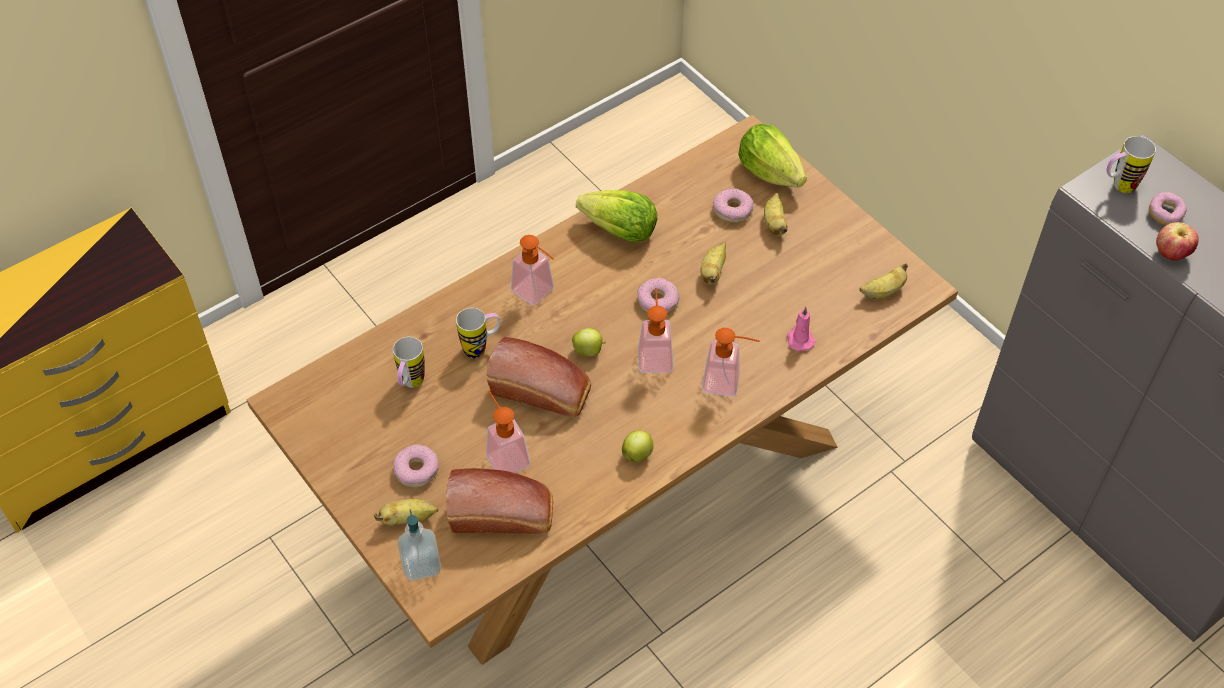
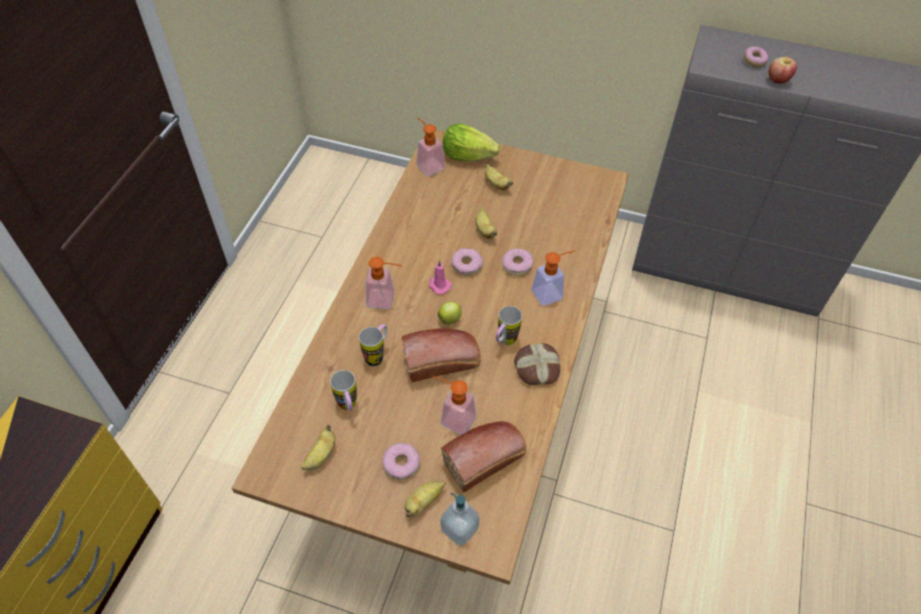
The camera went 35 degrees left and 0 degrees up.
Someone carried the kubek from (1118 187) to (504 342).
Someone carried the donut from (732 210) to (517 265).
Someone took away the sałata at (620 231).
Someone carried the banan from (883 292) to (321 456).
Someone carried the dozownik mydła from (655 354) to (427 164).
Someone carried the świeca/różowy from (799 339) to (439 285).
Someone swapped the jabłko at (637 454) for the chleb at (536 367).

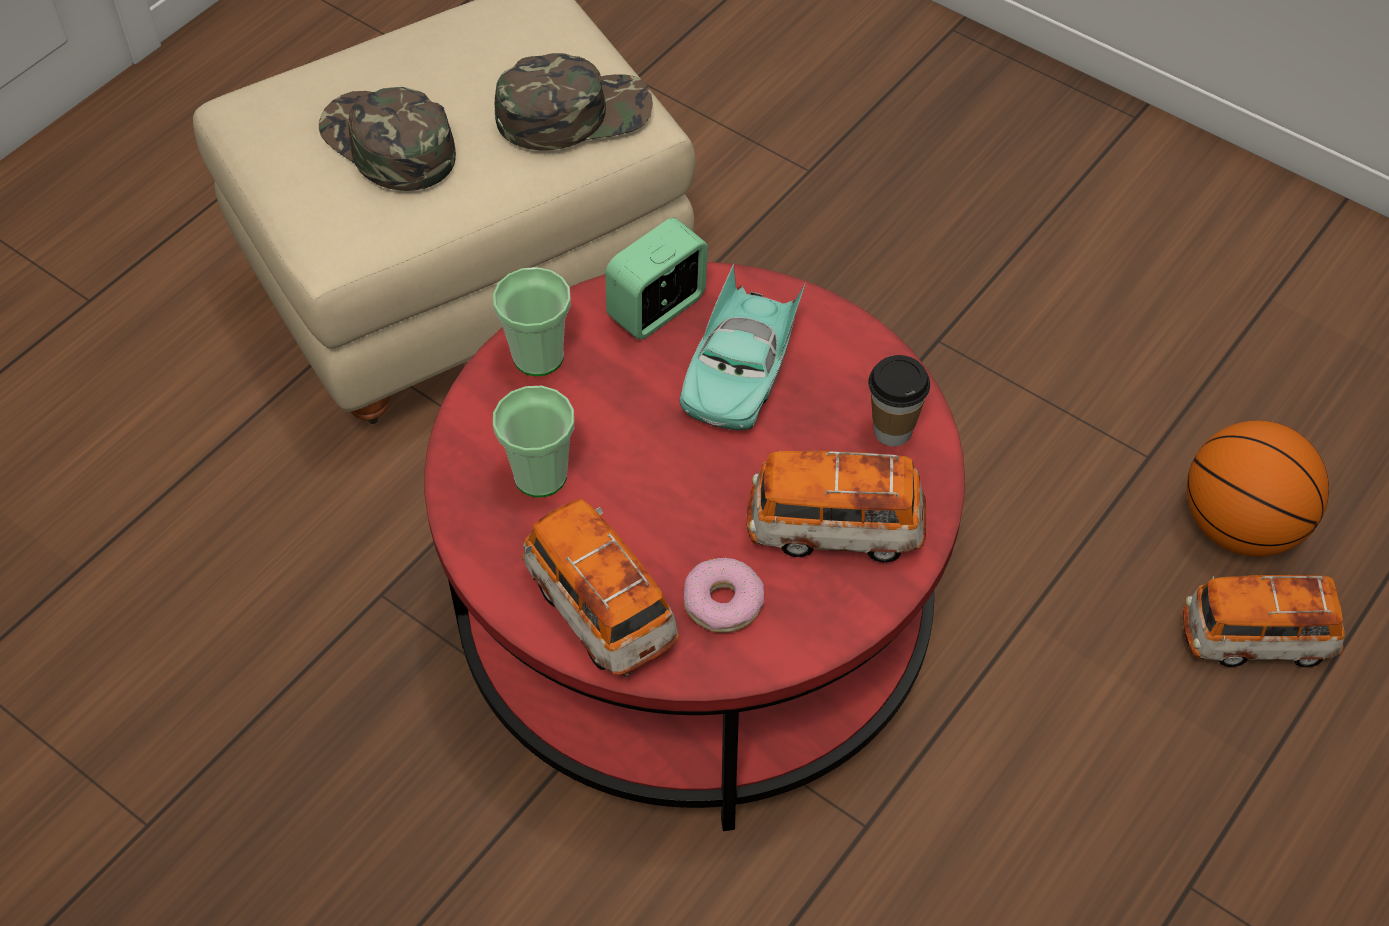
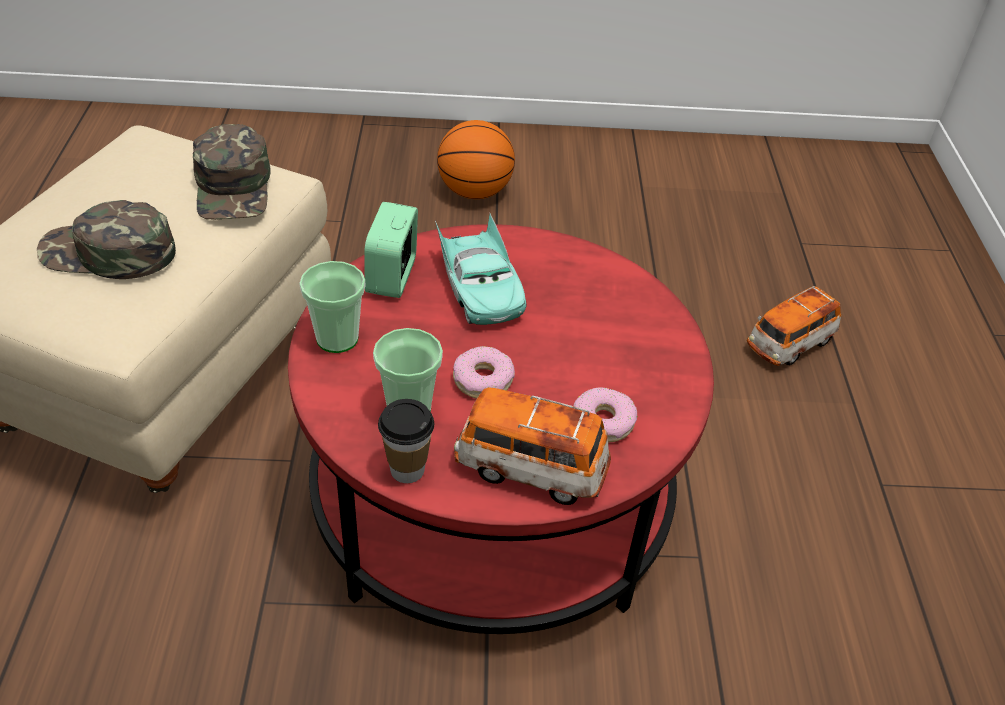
The camera went 40 degrees left and 10 degrees down.
Someone rotated the czapka z daszkiem/zielony at (573 112) by 135 degrees clockwise.
Someone carried the filiżanka from (892 431) to (407 470).
Someone carried the piłka do koszykówki from (1240 526) to (474 192).
Someone took away the samochodzik at (834 528).
Someone put down the donut at (482 380).

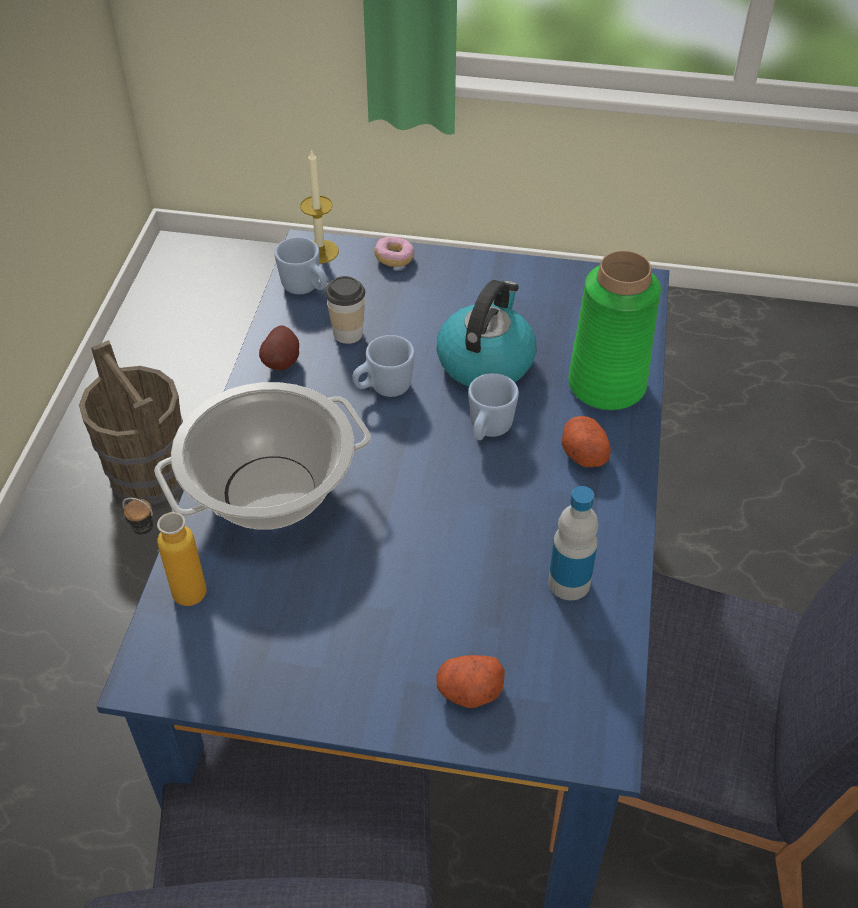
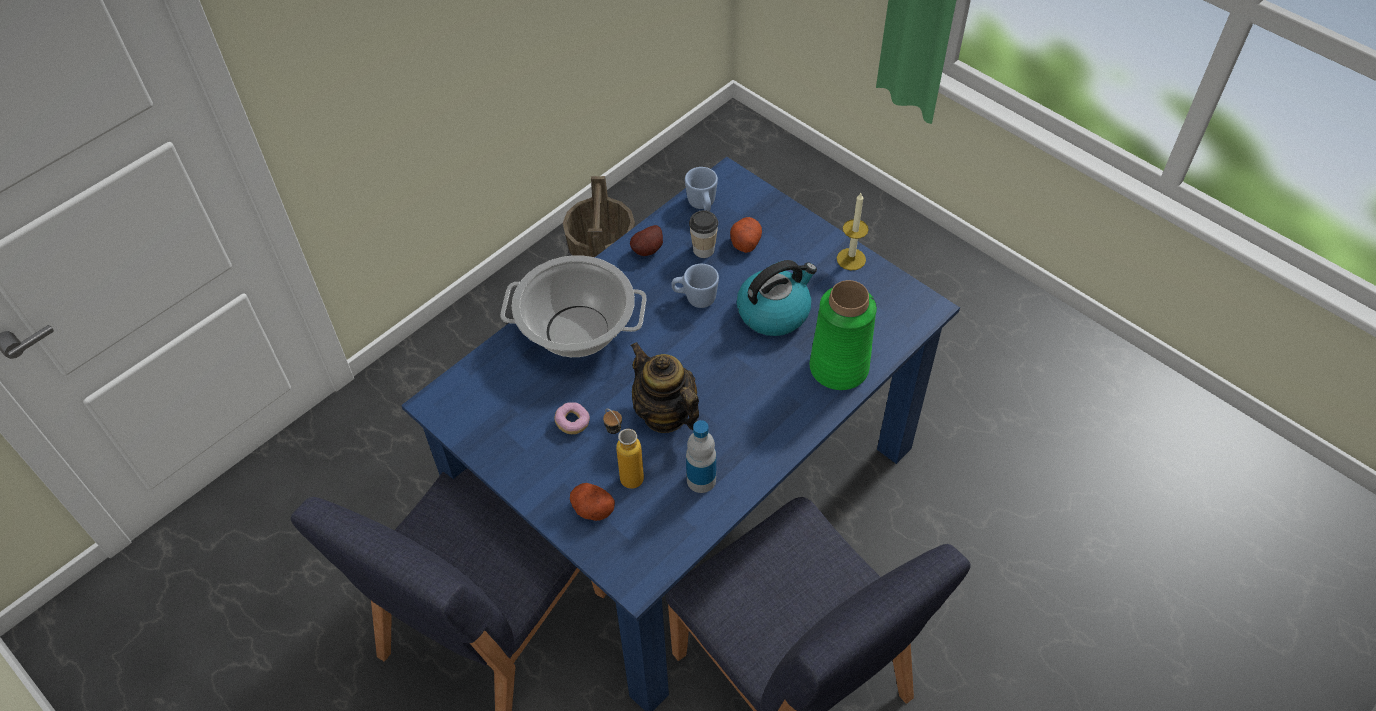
The camera went 35 degrees right and 5 degrees up.
Someone carried the świeca from (320 251) to (851 259).
Someone carried the donut from (394 259) to (572 423).
Someone took away the kubek/niebieski at (488 430).
Someone carried the ziemniak from (583 452) to (745 241).
Someone carried the butelka from (176 590) to (625 473).
Someone put down the imbryk at (665 414).

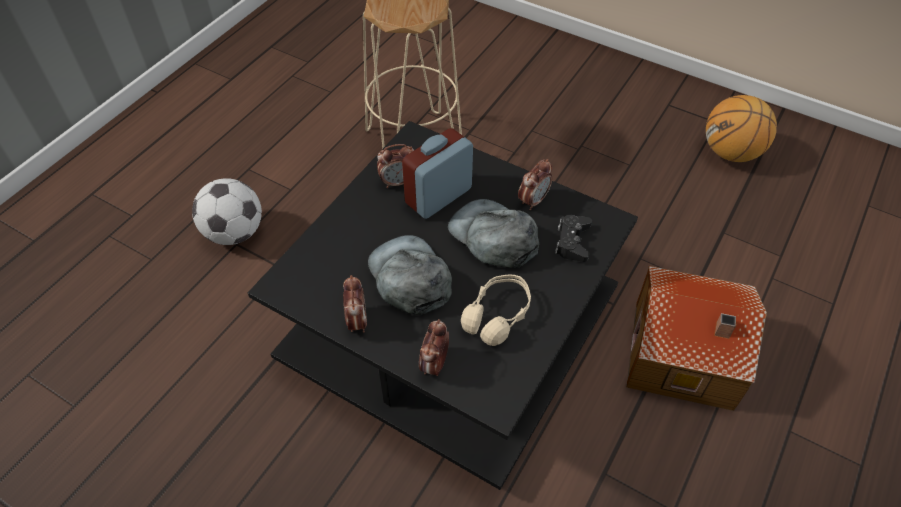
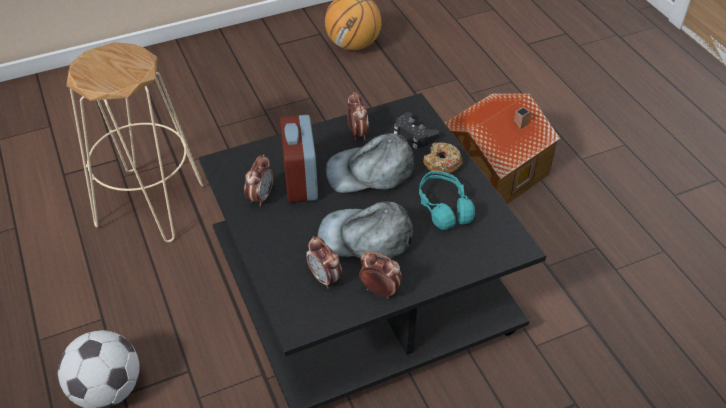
The camera went 55 degrees left and 5 degrees down.
Someone repainted the słuchawki/beżowy at (497 315), which became the słuchawki/turkusowy at (443 207).
Someone carried the budzik from (434 364) to (325 278).
Someone put down the donut at (442 163).

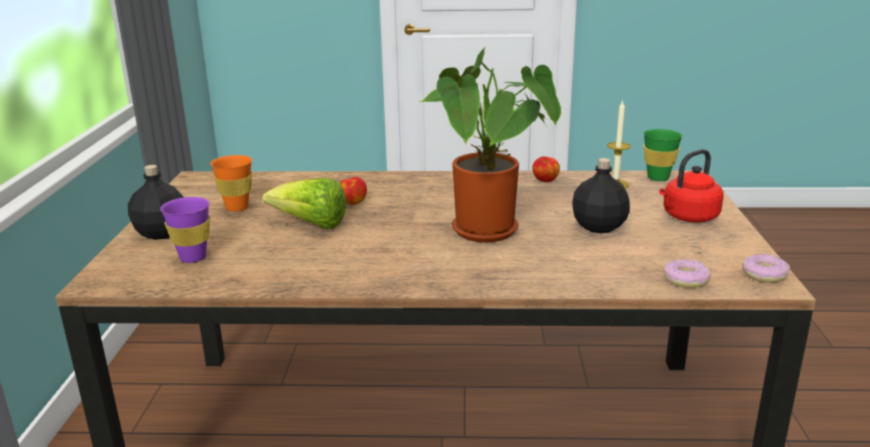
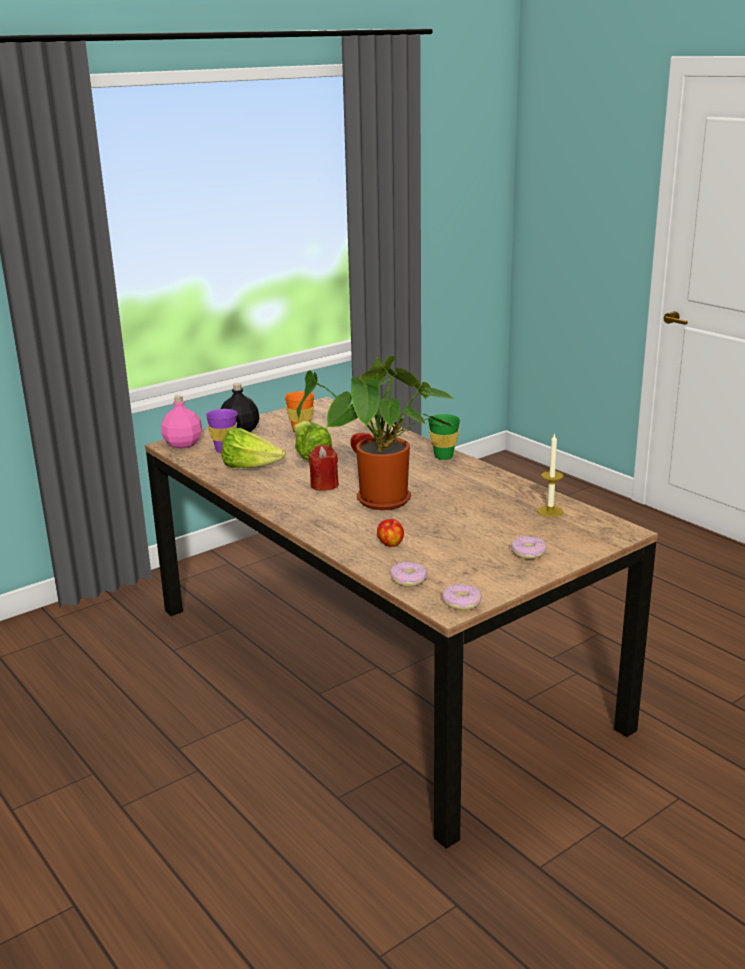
The camera went 50 degrees right and 0 degrees up.
Someone carried the filiżanka/zielony from (658 178) to (443 456).
Someone swapped the czajnik/czerwony at (688 217) for the donut at (528 553).
Someone carried the jabłko from (545 181) to (390 544).
Someone took away the butelka/czarny at (599 227).
Someone put down the butelka/różowy at (183 444).
Someone put down the sałata at (250 467).
Someone put down the świeca/czerwony at (324 485).

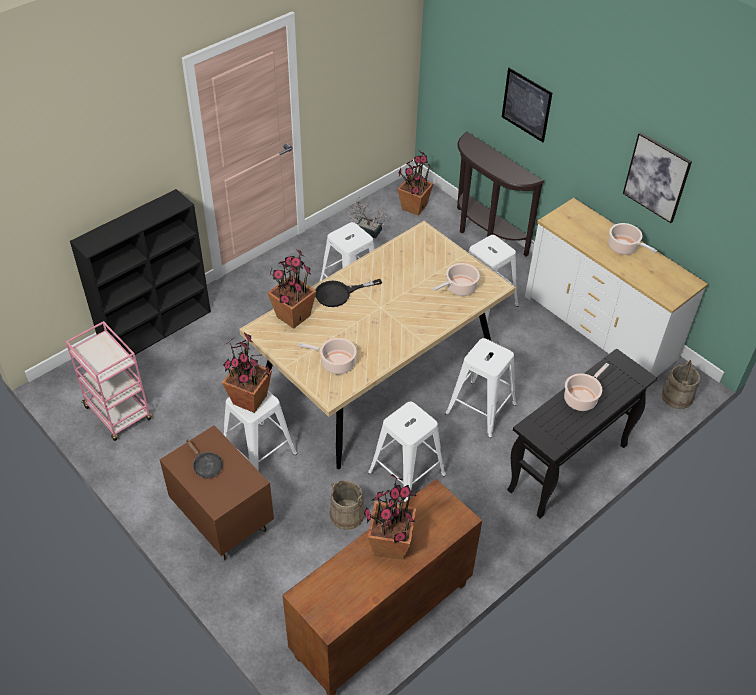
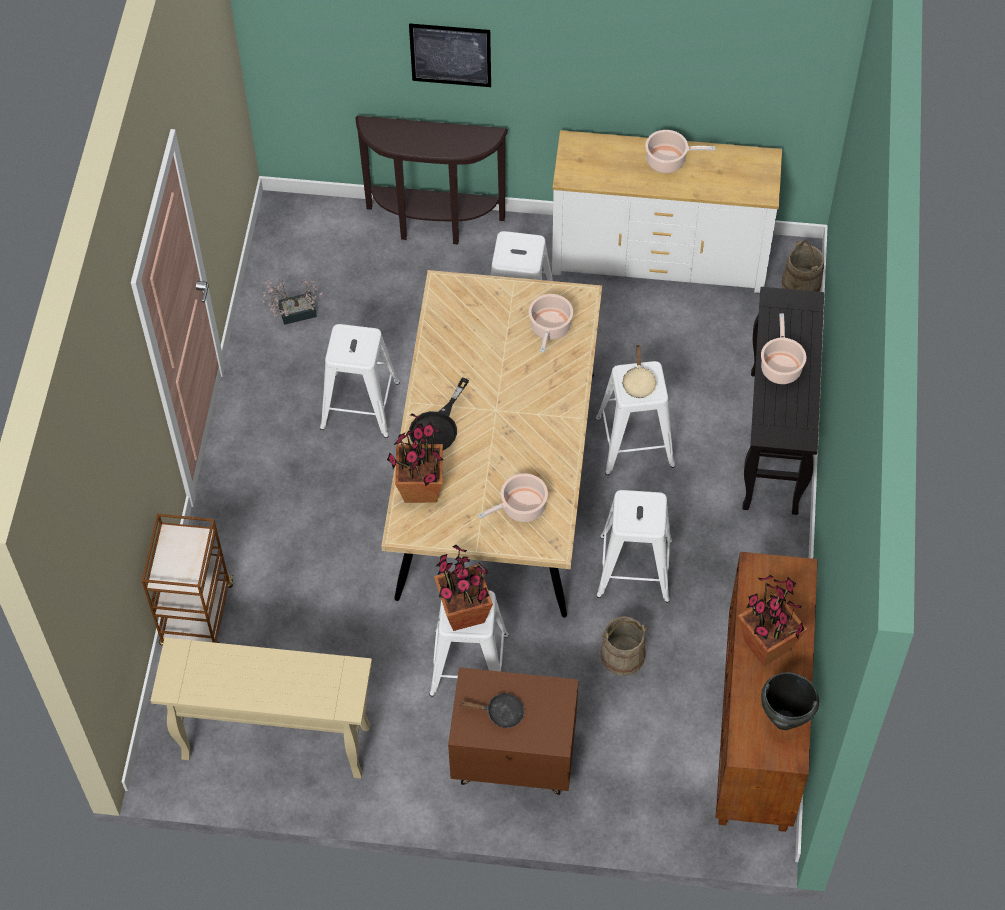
The camera went 40 degrees left and 10 degrees up.
Someone took away the obraz at (657 177).
Someone took away the roślina doniczkowa at (414 207).
Someone swapped the regał/czarny at (157 329) for the wózek/brązowy at (197 616).
Someone swapped the wózek/różowy at (119 414) for the stolik konsolowy/beżowy at (274 743).
Someone put down the patelnia/beżowy at (638 382).
Someone put down the garnek/czarny at (784 719).

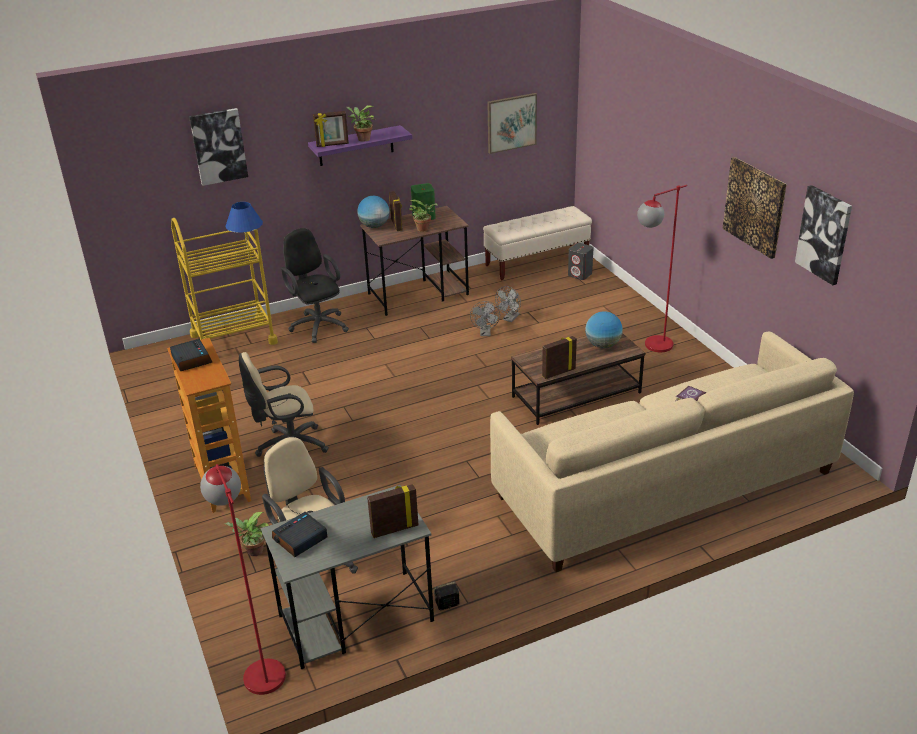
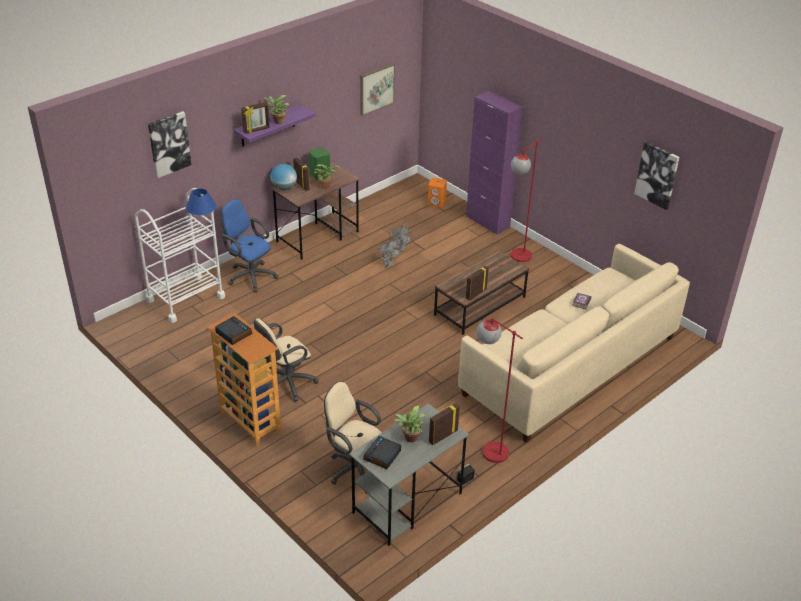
The camera went 20 degrees left and 5 degrees up.
Someone took away the obraz at (754 207).
Someone took away the ławka/beżowy at (537 262).
Someone repainted the wózek/żółty at (233 339), which became the wózek/biały at (185 298).
Someone repainted the krzesło biurowe/czarny at (317 325), which became the krzesło biurowe/niebieski at (250 276).
Someone repainted the głośnik/szary at (580 274), which became the głośnik/pomarańczowy at (437 202).
Someone took away the globus at (602 345).
Someone carried the lampa stojąca/czerwony from (260 667) to (488 447).
Someone carried the roślina doniczkowa from (253 552) to (410 439).
Someone put down the szafka/fioletowy at (487 222).

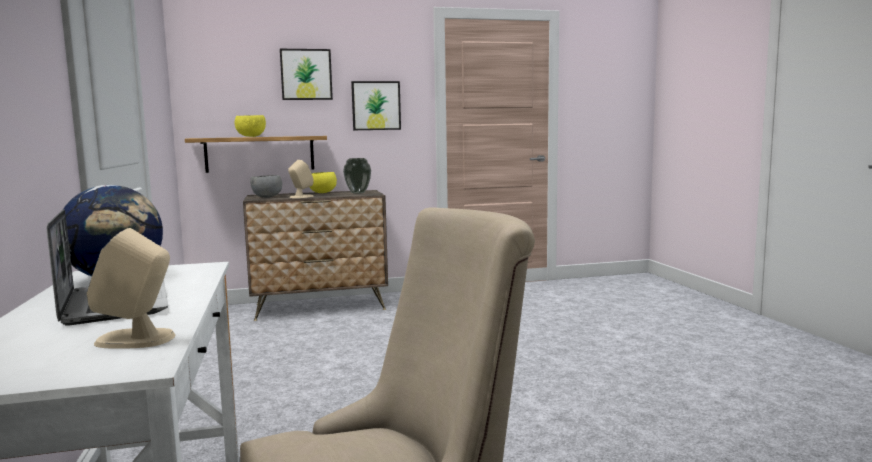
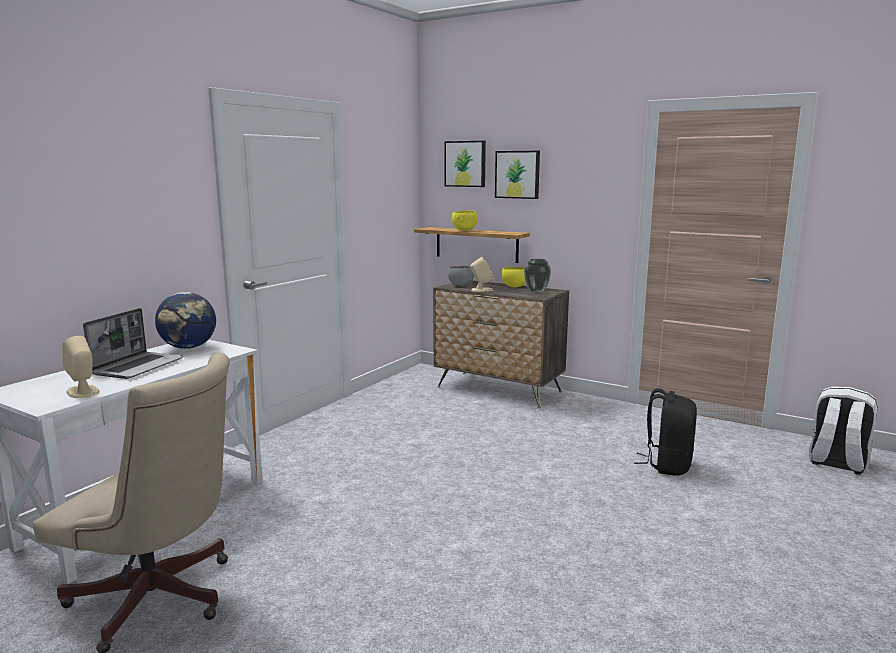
The camera went 45 degrees right and 5 degrees up.
Someone carried the obraz from (376 106) to (465 164).
Someone put down the plecak/biały at (836 463).
Someone put down the plecak/czarny at (667 465).

